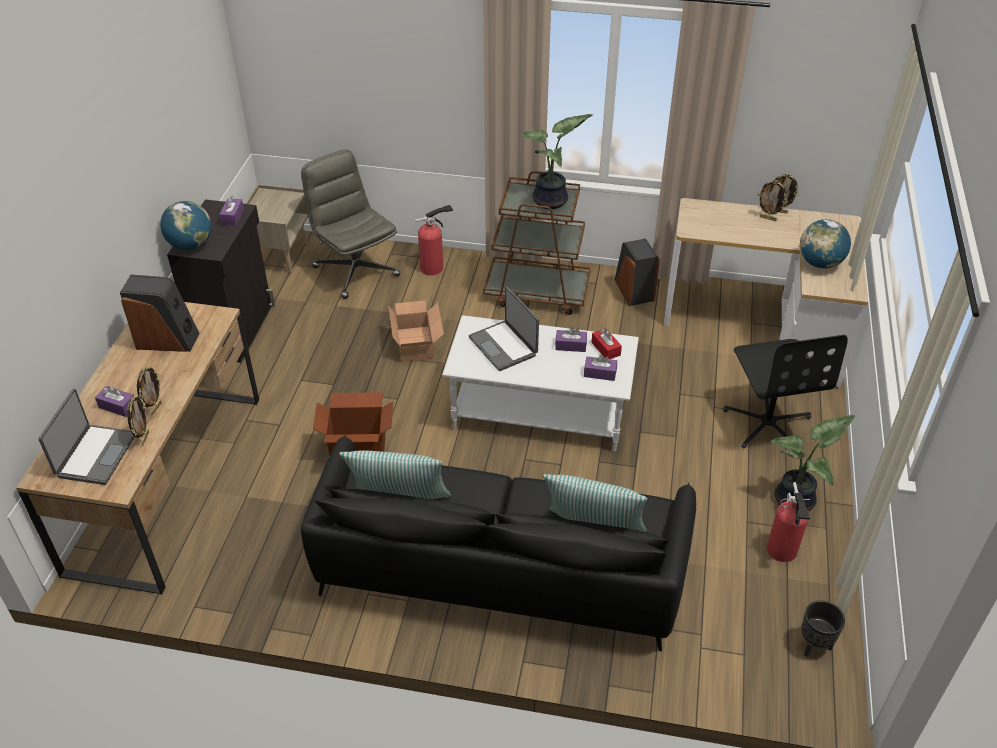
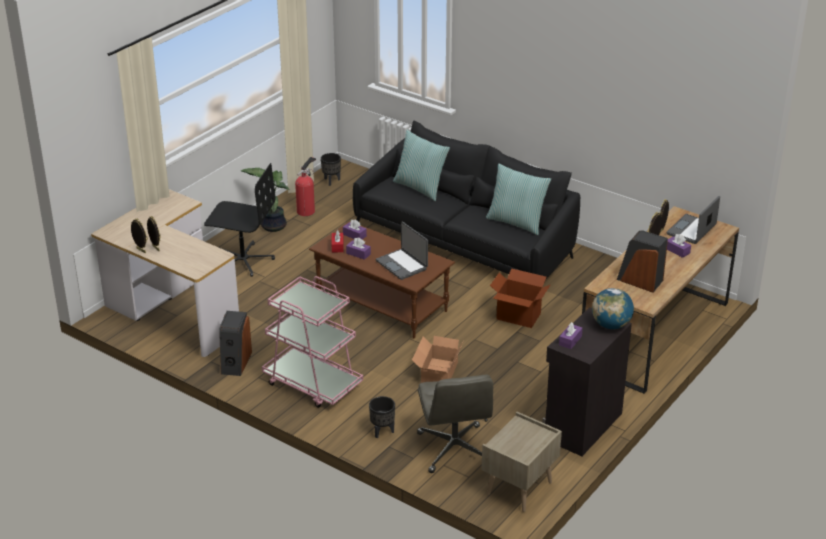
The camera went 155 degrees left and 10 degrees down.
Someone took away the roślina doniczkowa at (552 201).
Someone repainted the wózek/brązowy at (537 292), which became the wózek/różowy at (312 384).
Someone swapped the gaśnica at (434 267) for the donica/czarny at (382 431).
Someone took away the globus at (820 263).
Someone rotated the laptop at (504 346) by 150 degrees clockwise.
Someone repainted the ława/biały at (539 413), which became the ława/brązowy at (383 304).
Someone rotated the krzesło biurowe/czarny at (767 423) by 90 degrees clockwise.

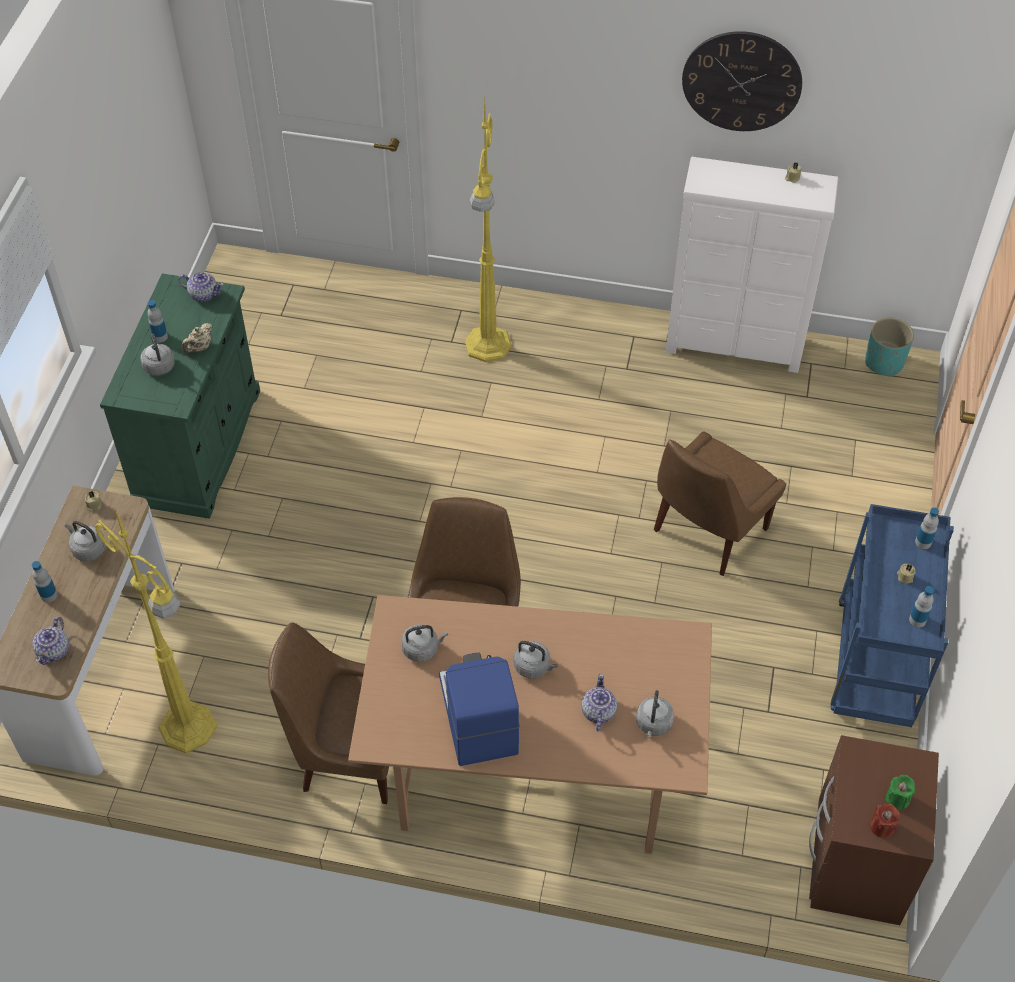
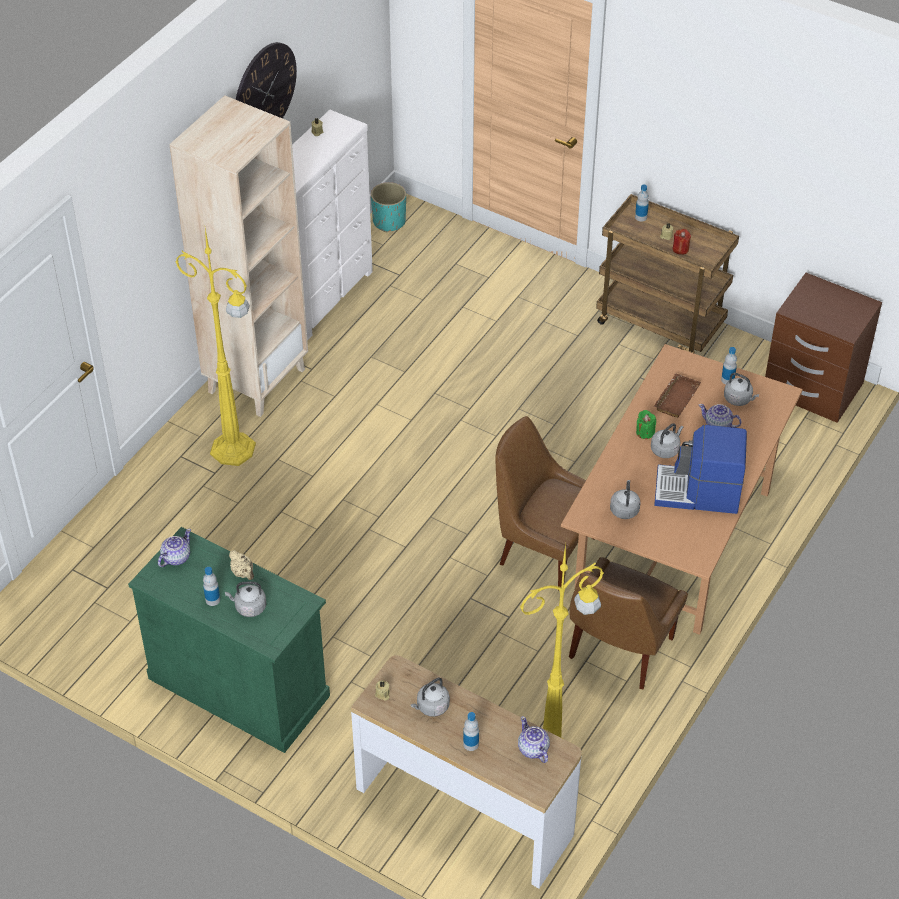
The camera went 70 degrees left and 5 degrees down.
Someone took away the krzesło/brązowy at (707 532).
Someone repainted the wózek/niebieski at (875 666), which became the wózek/brązowy at (661 324).
Someone carried the butelka from (917 620) to (727 380).
Someone rotated the imbryk at (54 650) by 150 degrees counterclockwise.
Someone carried the świeca/zielony from (897 799) to (645 432).
Someone carried the świeca/czerwony from (881 826) to (680 249).
Someone put down the regał/beżowy at (256 380).
Someone put down the taca/brązowy at (675 398).

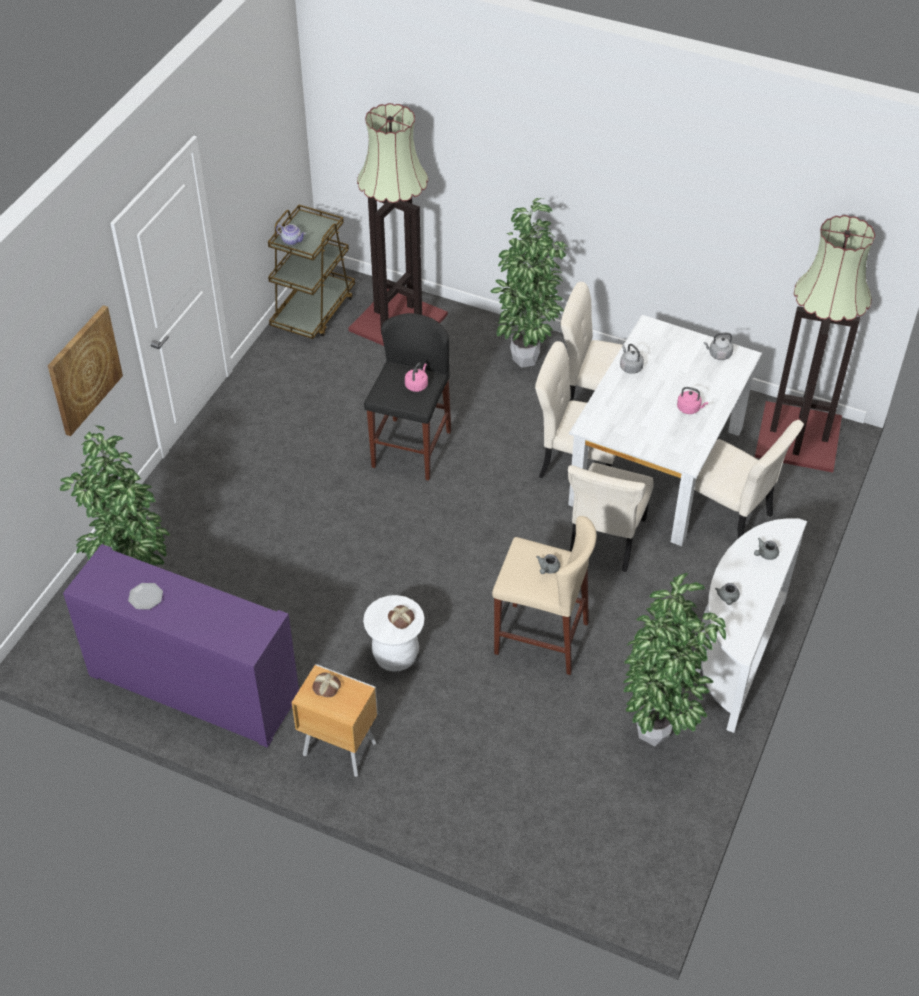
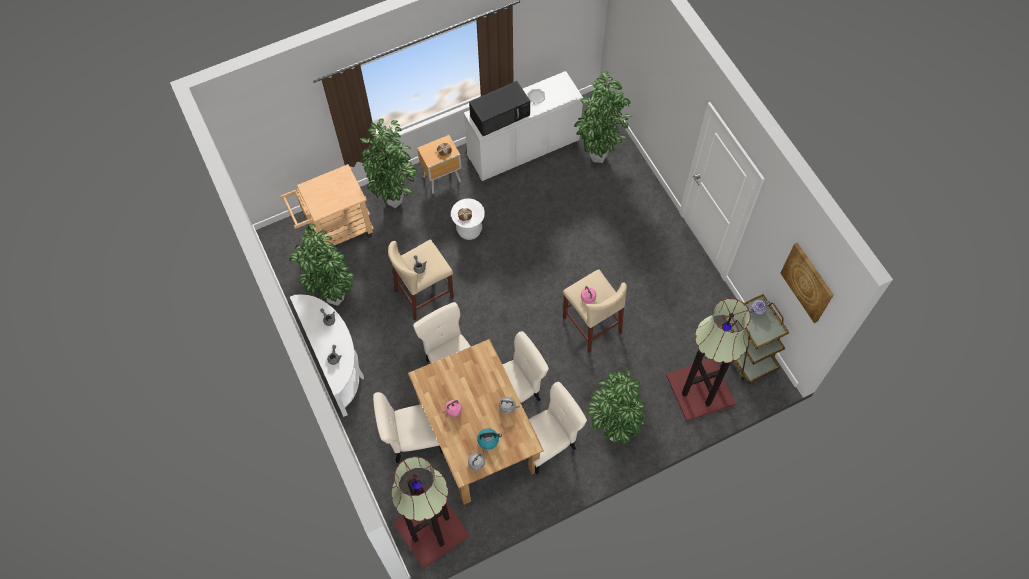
The camera went 130 degrees right and 15 degrees up.
Someone carried the obraz from (84 370) to (807 282).
Someone repainted the stołek/czarny at (411 449), which became the stołek/beżowy at (591 325).
Someone repainted the stół jadalny/biały at (657 467), which became the stół jadalny/brązowy at (476 434).
Someone repainted the szafka/fioletowy at (194 686), which became the szafka/biały at (523 148).
Someone put down the mikrofalówka/czarny at (500 115).
Someone put down the roślina doniczkowa at (396 200).
Someone put down the wózek/beżowy at (335 231).
Someone put down the czajnik at (488 440).

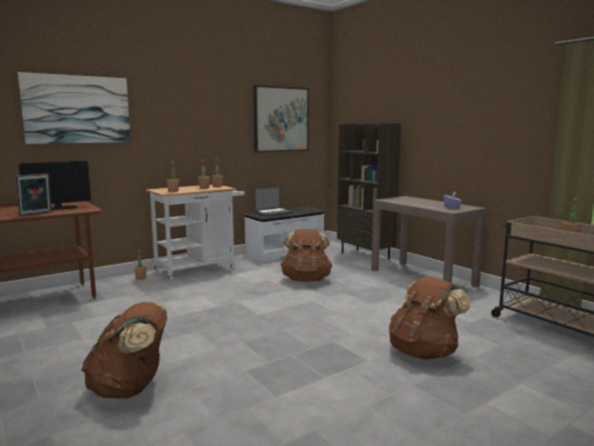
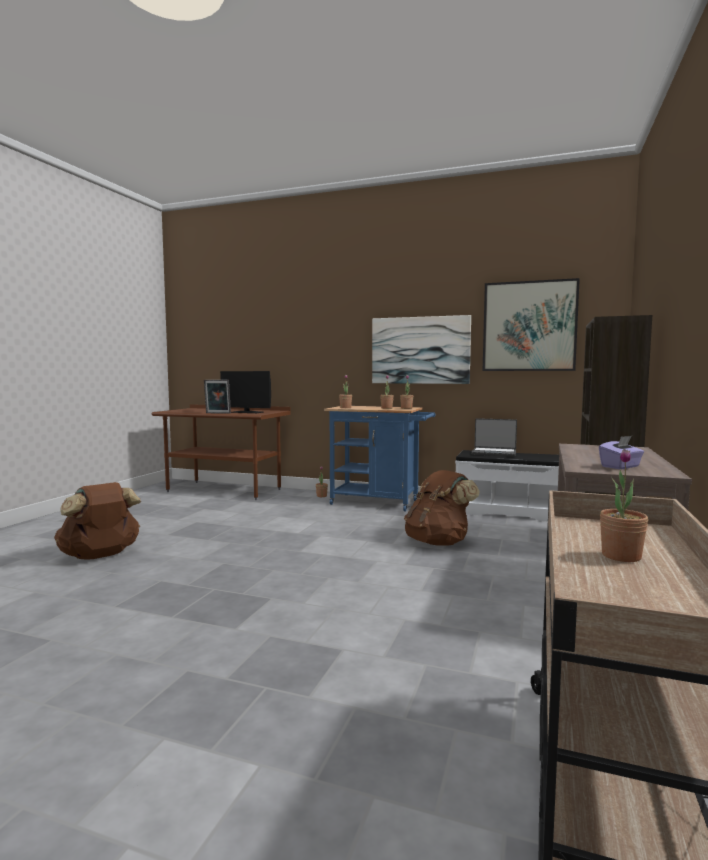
The camera went 55 degrees right and 5 degrees down.
Someone carried the obraz from (77 109) to (420 350).
Someone repainted the wózek/biały at (199 269), which became the wózek/niebieski at (380 503).
Someone took away the plecak/brązowy at (424 352).

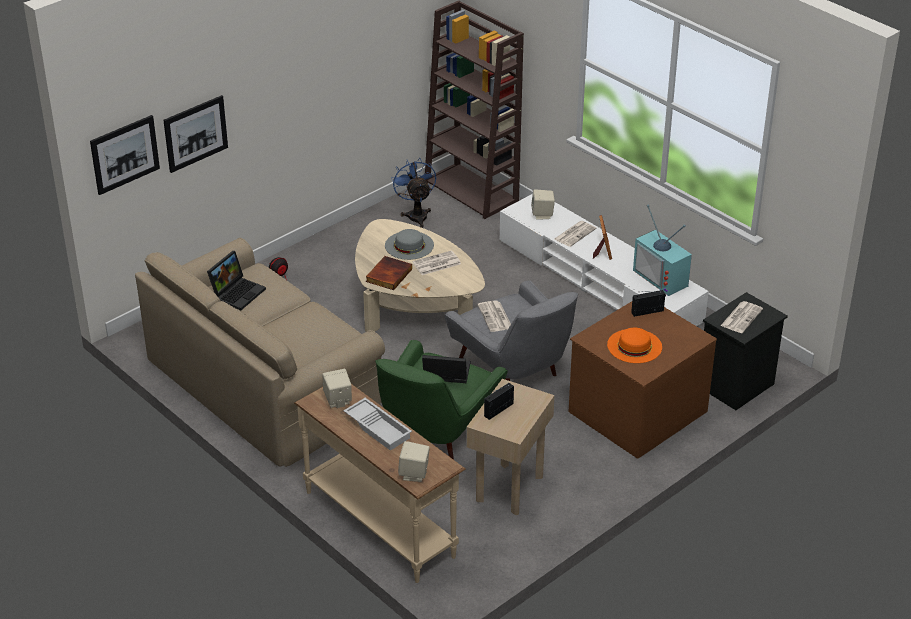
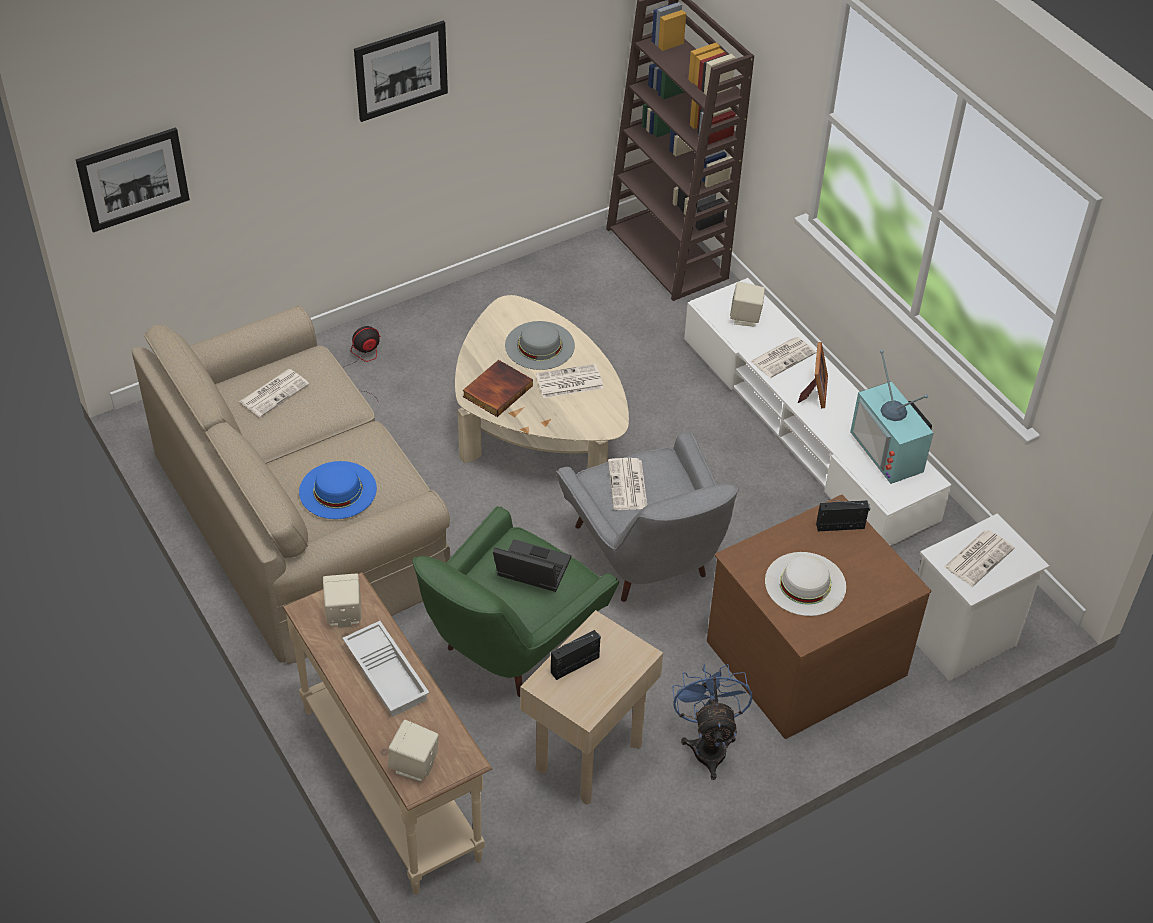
The camera went 10 degrees right and 10 degrees up.
Someone carried the obraz from (195 133) to (401 70).
Someone carried the wentylator/niebieski from (416 214) to (708 744).
Someone swapped the laptop at (237 292) for the gazeta at (274 392).
Someone repainted the szafka nocna/czarny at (736 386), which became the szafka nocna/biały at (960 640).
Someone repainted the kapelusz/pomarańczowy at (634 346), which became the kapelusz/biały at (805 583).
Someone put down the kapelusz/niebieski at (337 490).

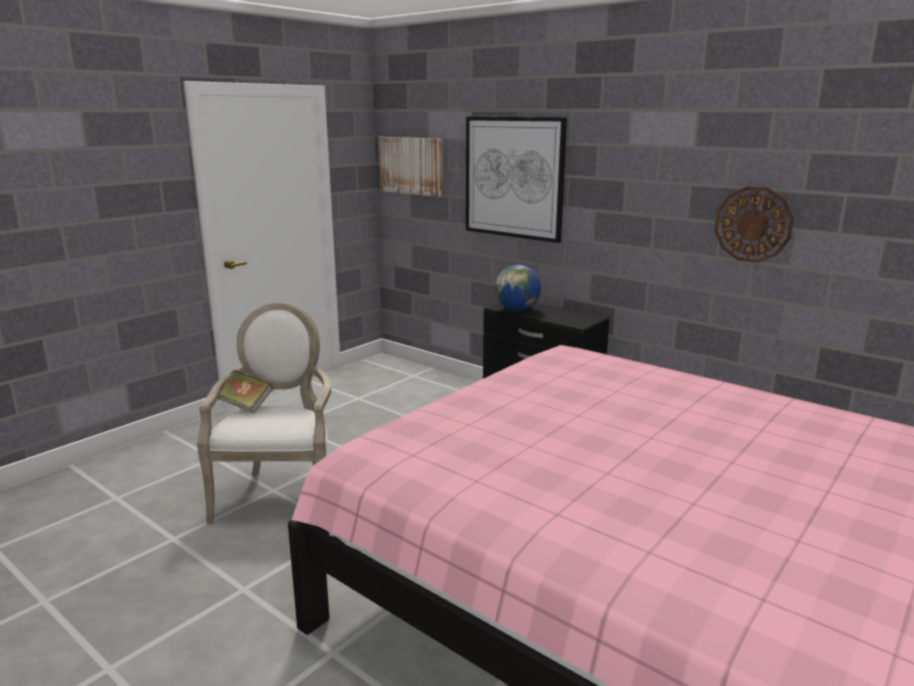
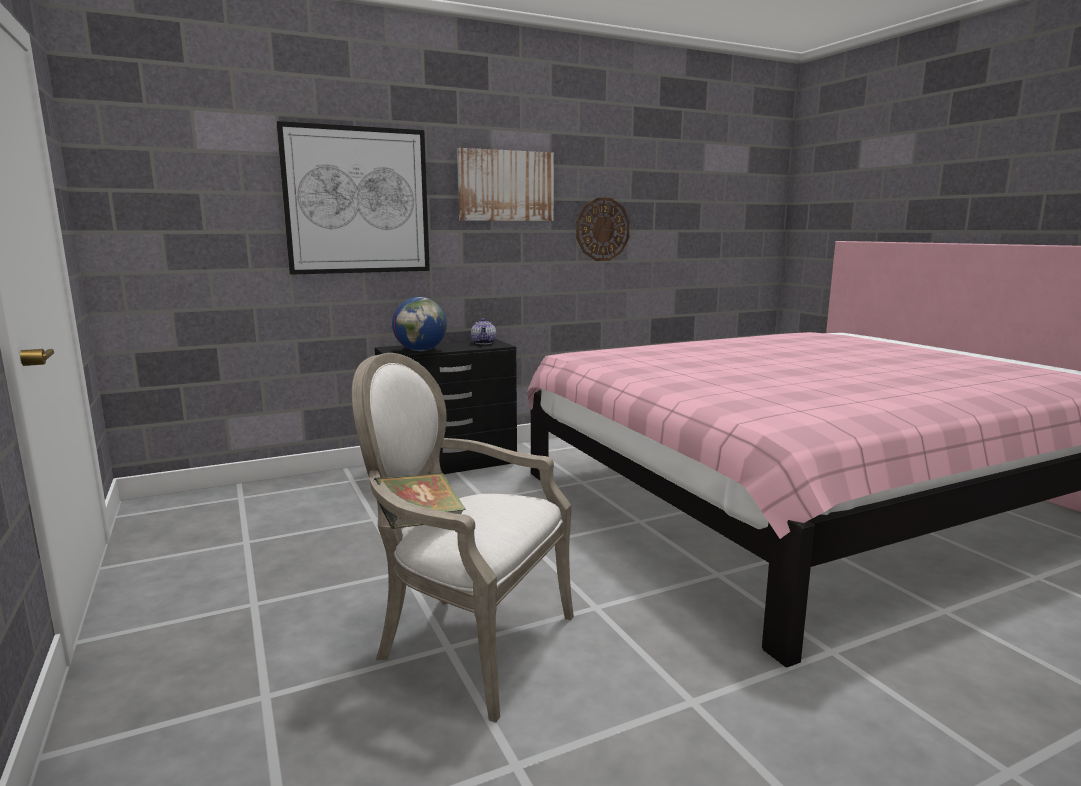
The camera went 65 degrees left and 5 degrees down.
Someone carried the obraz from (411 165) to (506 186).
Someone put down the imbryk at (484 343).

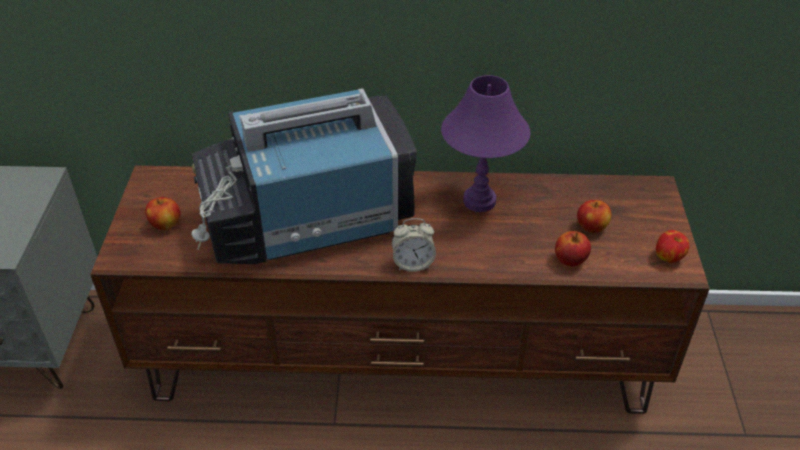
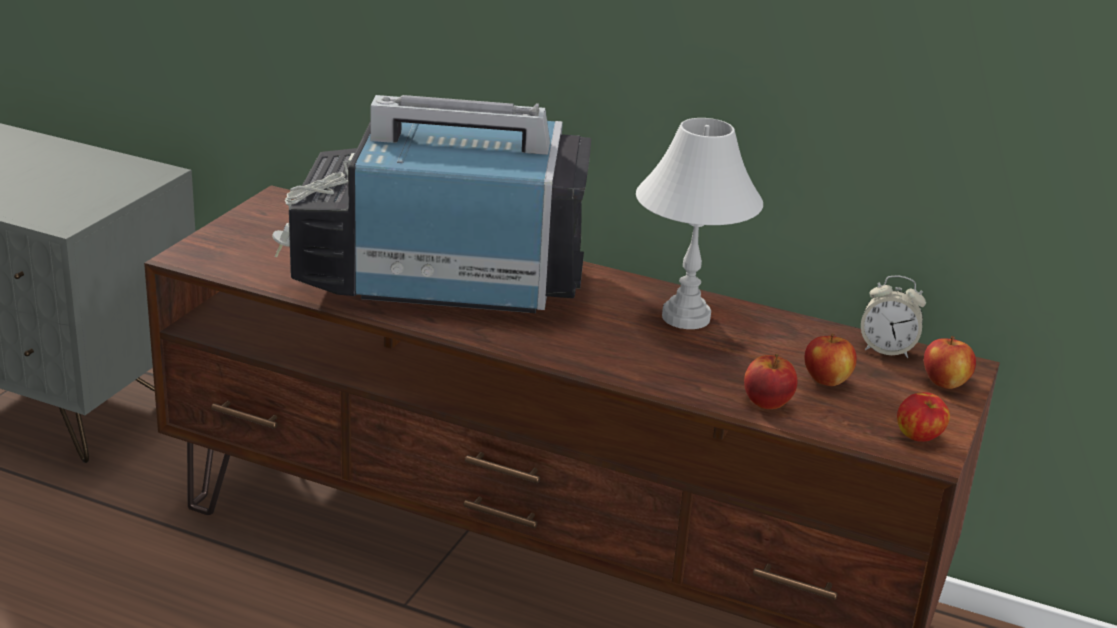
The camera went 20 degrees right and 15 degrees down.
Someone repainted the lampa stołowa/fioletowy at (479 201), which became the lampa stołowa/biały at (685 318).
Someone carried the jabłko from (166 224) to (945 383).
Someone carried the budzik from (413 263) to (887 349).

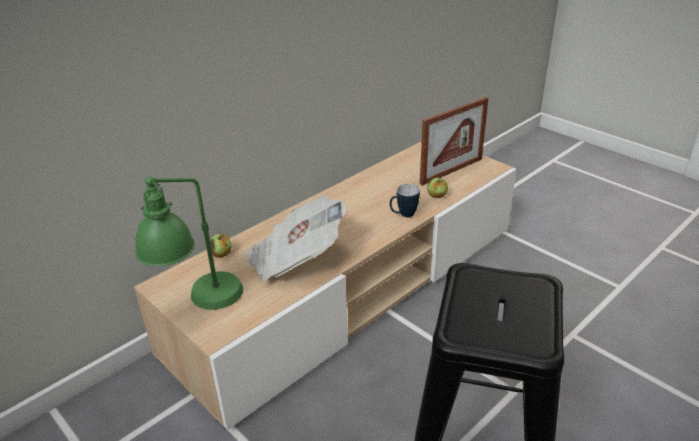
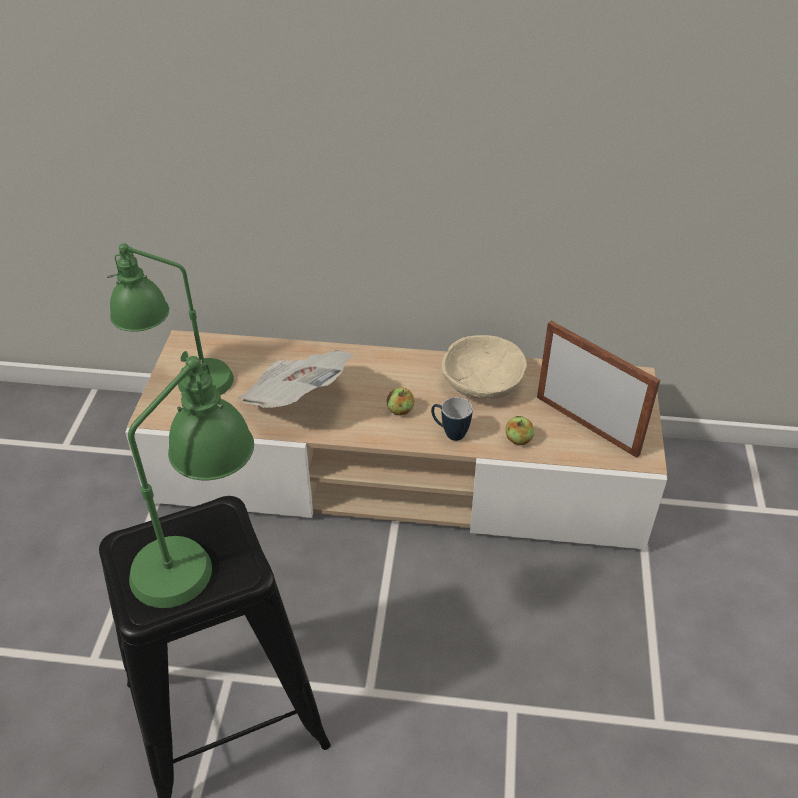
The camera went 50 degrees right and 10 degrees up.
Someone rotated the ramka na zdjęcie at (451 171) by 150 degrees counterclockwise.
Someone carried the jabłko from (221 254) to (400 410).
Someone put down the miska/beżowy at (482 382).
Someone put down the lampa stołowa/zielony at (200 551).

